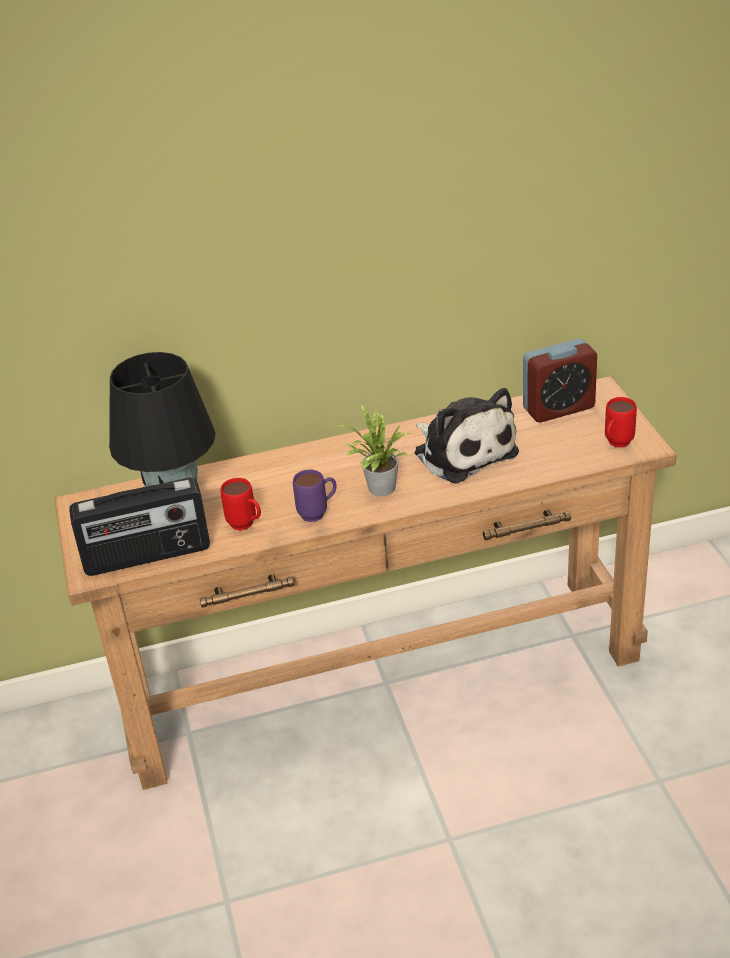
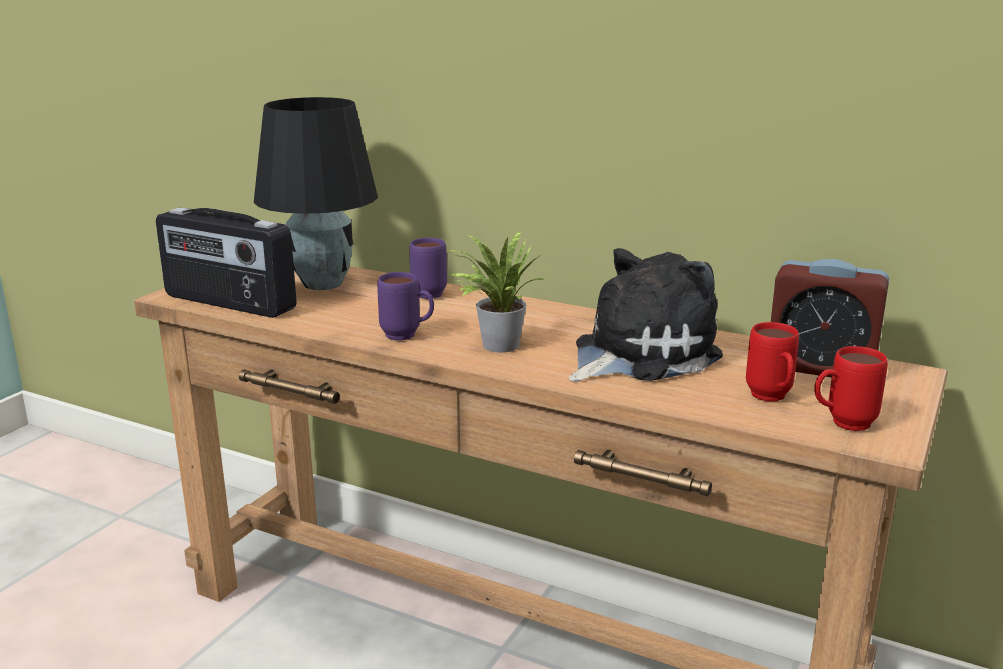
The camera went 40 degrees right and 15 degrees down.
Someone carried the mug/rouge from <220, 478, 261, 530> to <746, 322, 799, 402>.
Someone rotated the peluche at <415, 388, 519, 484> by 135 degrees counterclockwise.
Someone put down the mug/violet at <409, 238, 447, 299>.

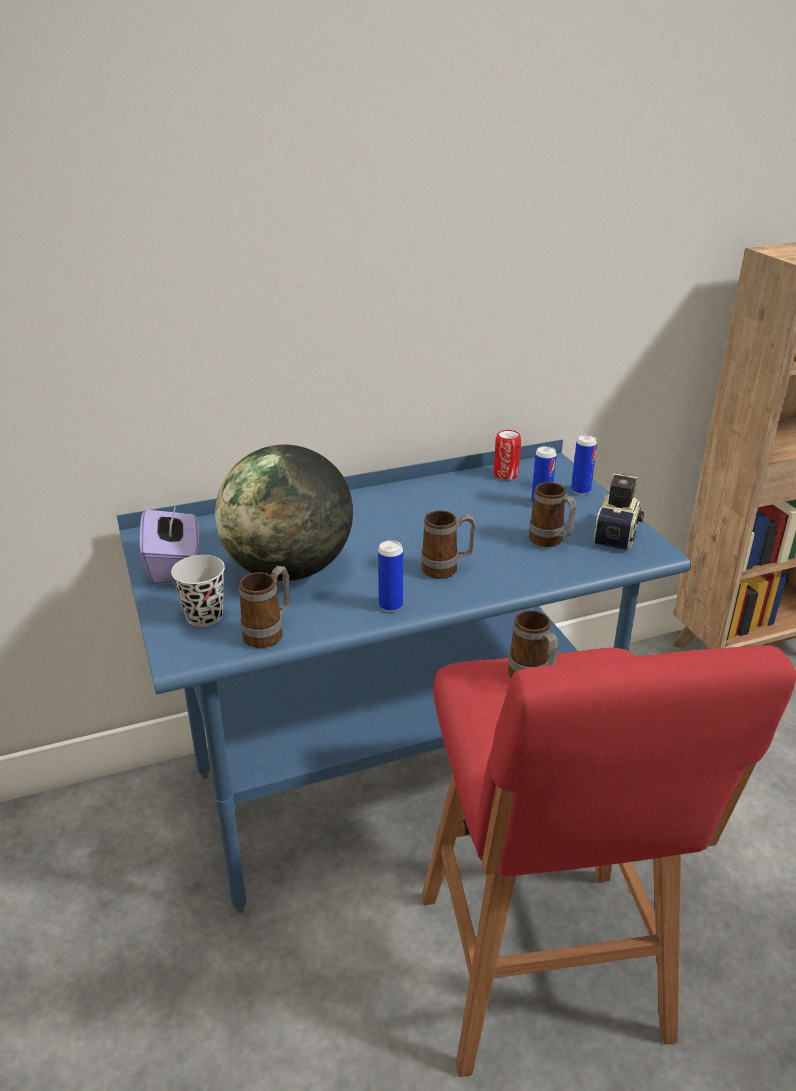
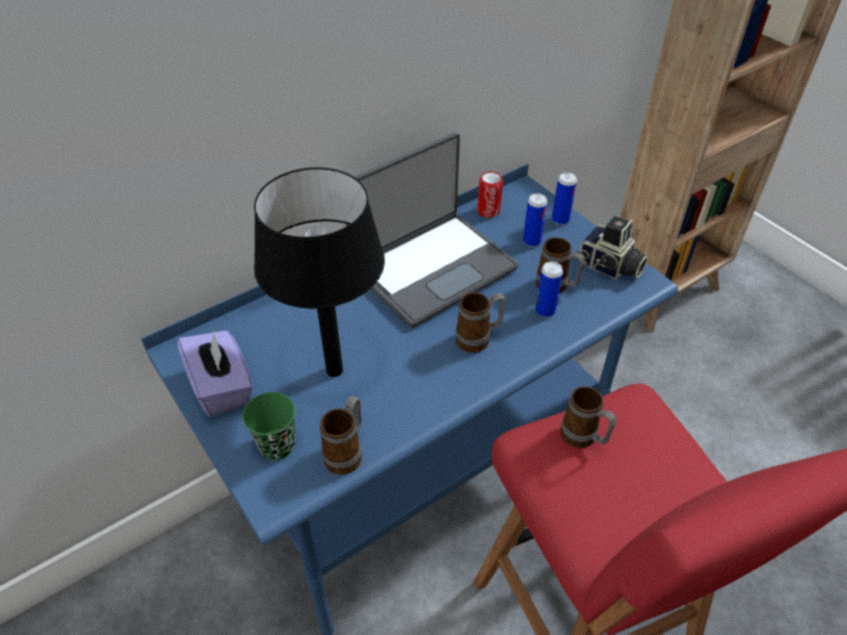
The camera went 15 degrees left and 15 degrees up.
Someone repainted the tasse/noir at <171, 555, 225, 627>, which became the tasse/vert at <243, 392, 295, 460>.
Someone swapped the globe at <215, 445, 353, 581> for the lampe de table/noir at <254, 167, 385, 377>.
Someone carried the boîte métallique from <378, 540, 403, 612> to <535, 261, 563, 317>.
Someone rotated the appareil photo at <593, 473, 644, 550> by 120 degrees clockwise.
Someone put down the ordinateur portable at <346, 133, 519, 328>.

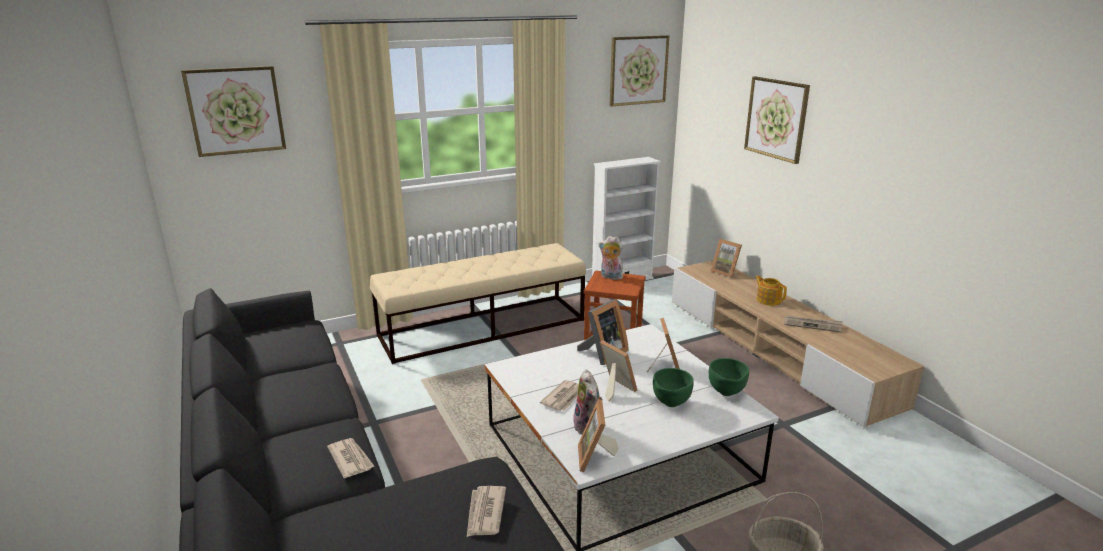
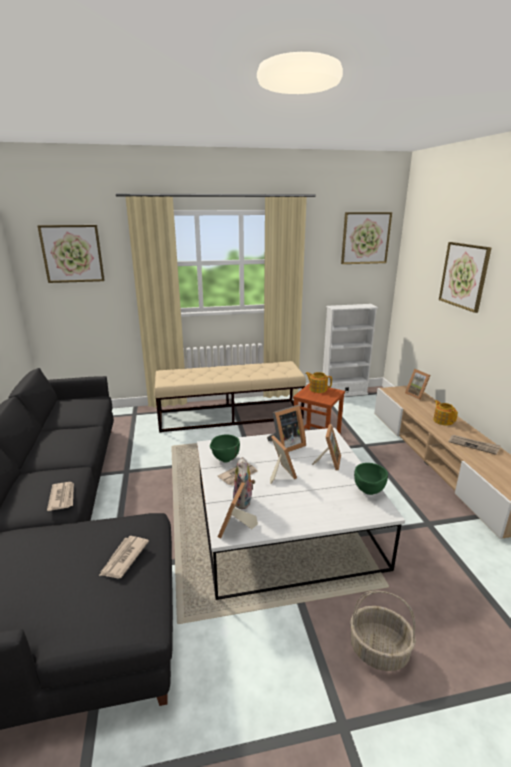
The camera went 15 degrees right and 0 degrees up.
Someone swapped the peluche at <598, 236, 623, 280> for the théière at <305, 372, 332, 393>.
Someone carried the bol/vert from <653, 368, 694, 407> to <210, 434, 240, 462>.

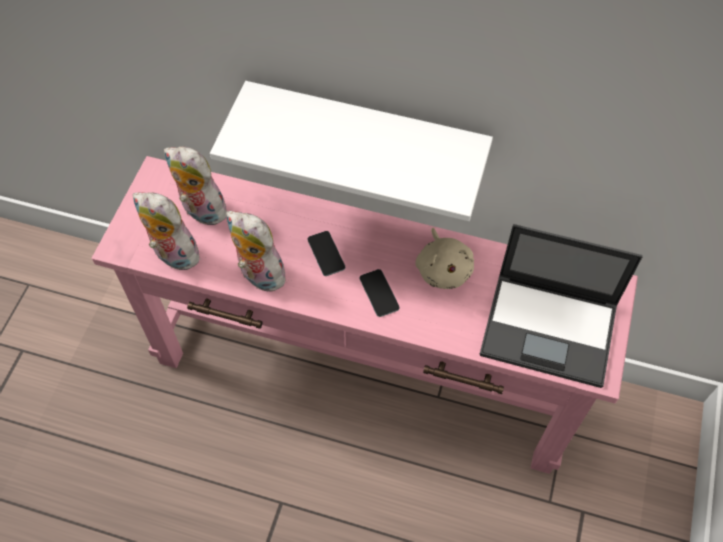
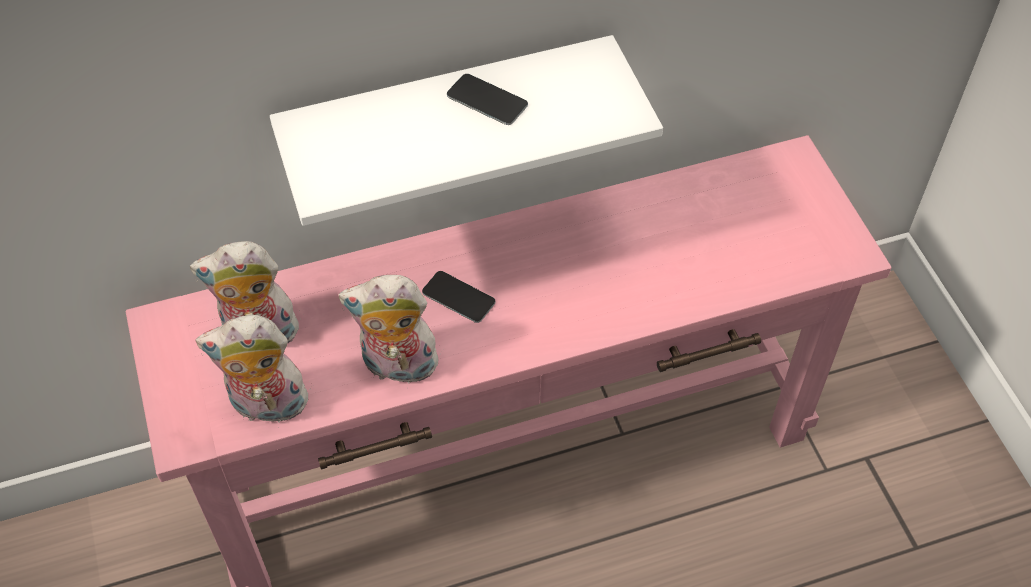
The camera went 35 degrees left and 5 degrees down.
Someone carried the téléphone from <360, 269, 400, 317> to <447, 74, 528, 125>.
Someone took away the peluche/beige at <416, 228, 474, 289>.
Someone took away the ordinateur portable at <480, 224, 643, 388>.

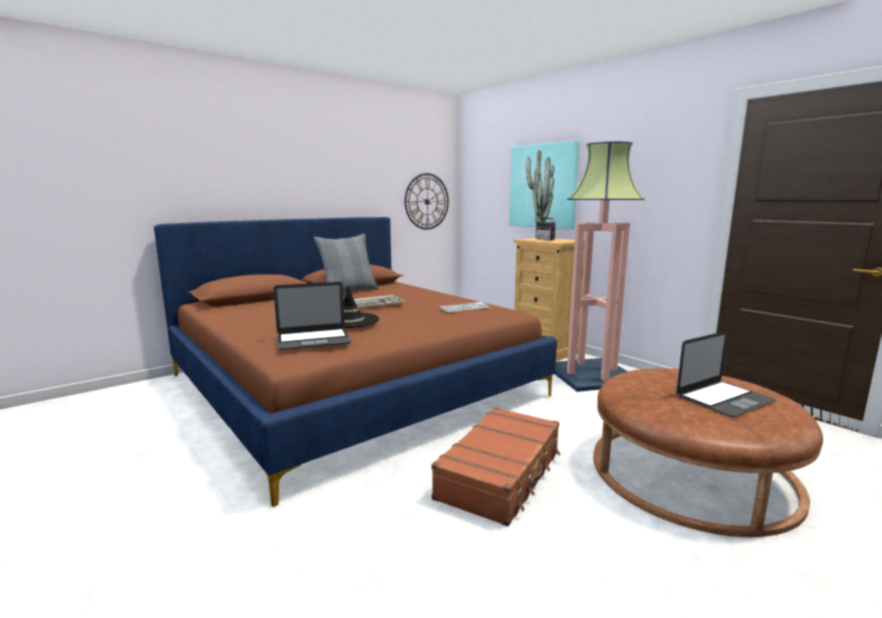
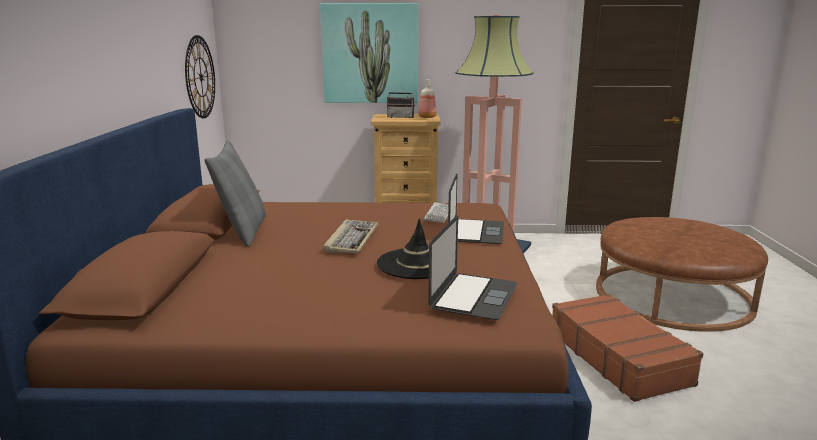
The camera went 50 degrees left and 5 degrees up.
Someone carried the ordinateur portable from <677, 331, 776, 417> to <448, 174, 504, 244>.
Someone put down the bouteille at <418, 79, 437, 118>.

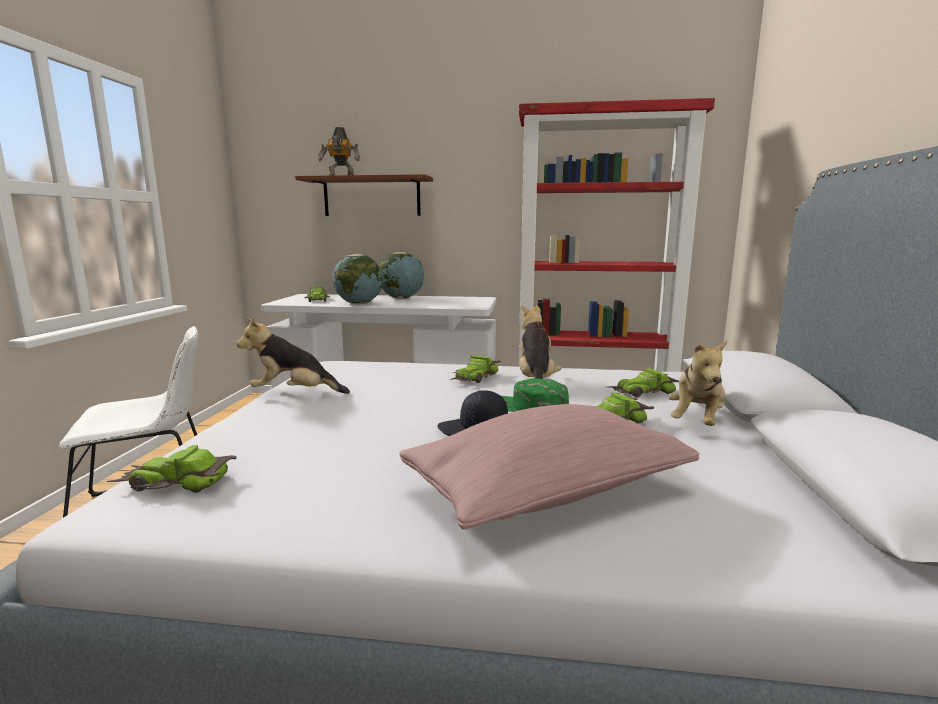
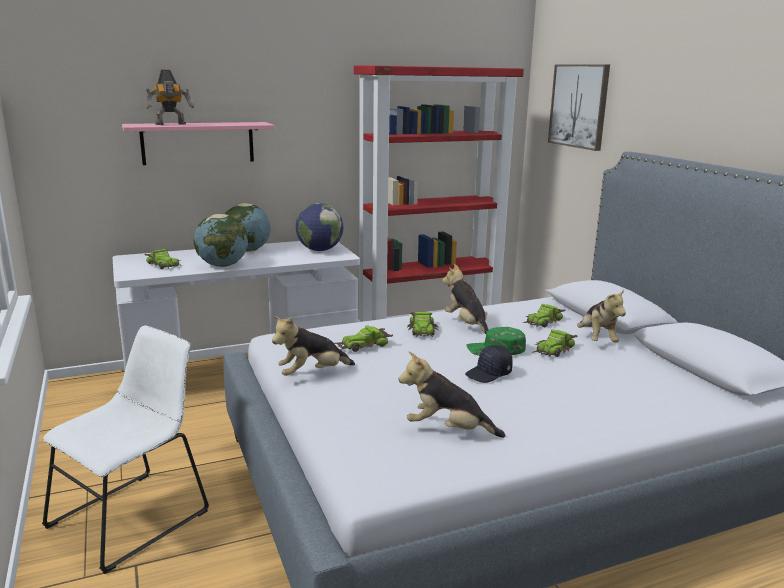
The camera went 30 degrees left and 5 degrees up.
Someone carried the petite voiture from <107, 445, 237, 493> to <334, 326, 393, 352>.
Someone repainted the étagère/marron at <295, 174, 433, 216>, which became the étagère/rose at <122, 122, 275, 165>.
Someone took away the coussin/rose at <400, 404, 699, 530>.
Someone put down the globe at <296, 203, 343, 251>.
Someone put down the peluche at <398, 352, 505, 438>.
Someone put up the tableau at <548, 64, 610, 151>.

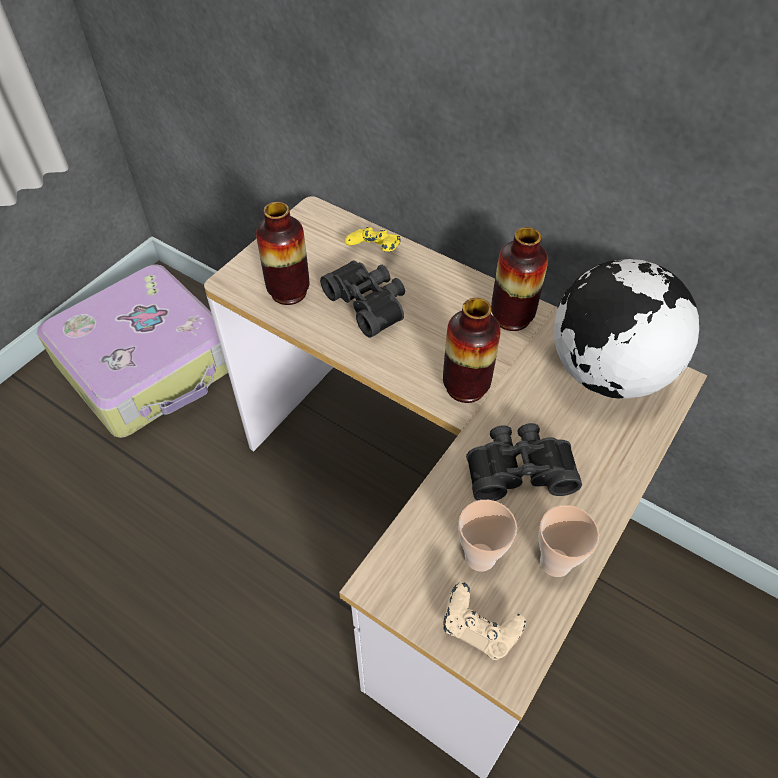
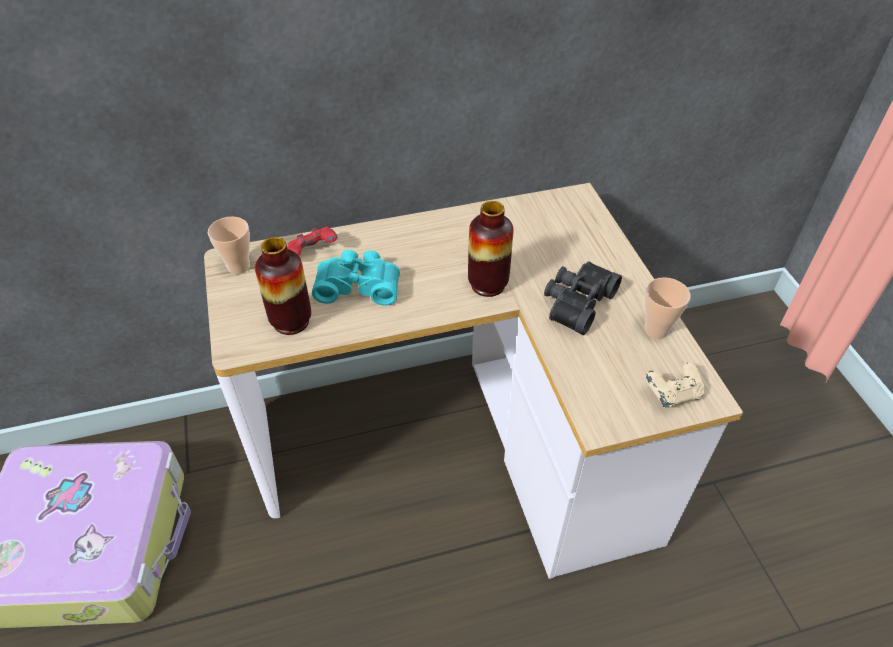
The camera went 50 degrees left and 5 degrees down.
Someone repainted the jumelles/noir at <320, 260, 405, 338>, which became the jumelles/turquoise at <312, 250, 400, 306>.
Someone repainted the manette/jaune at <345, 227, 401, 252>, which became the manette/rouge at <288, 226, 338, 256>.
Someone carried the tasse from <458, 500, 517, 572> to <208, 217, 250, 274>.
Someone took away the vase at <491, 227, 548, 331>.
Someone took away the globe at <554, 259, 699, 399>.

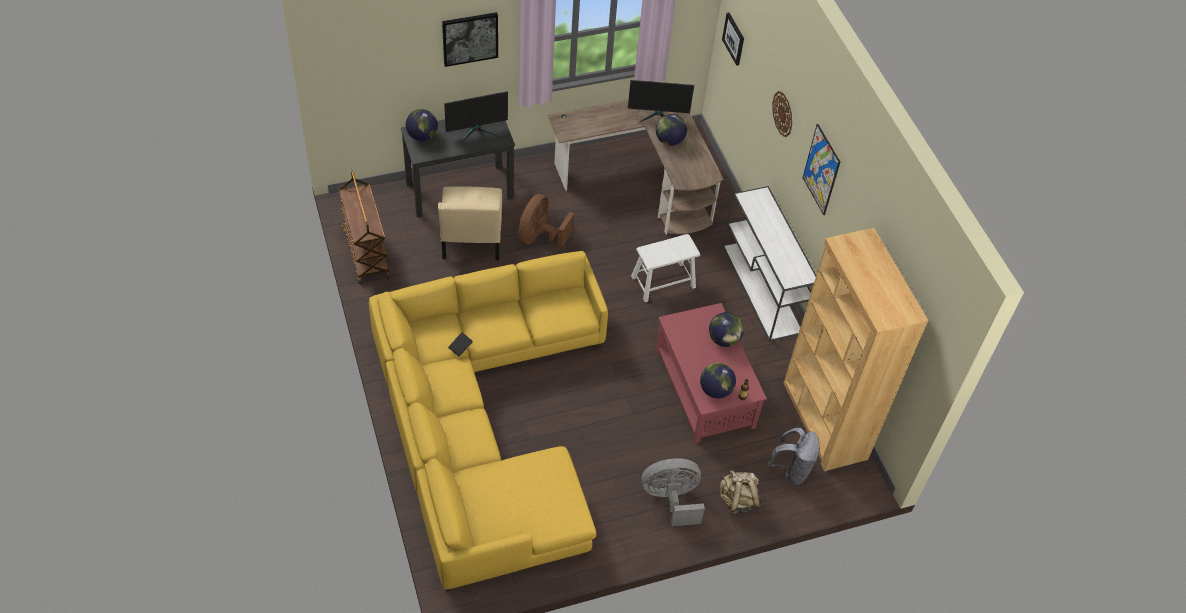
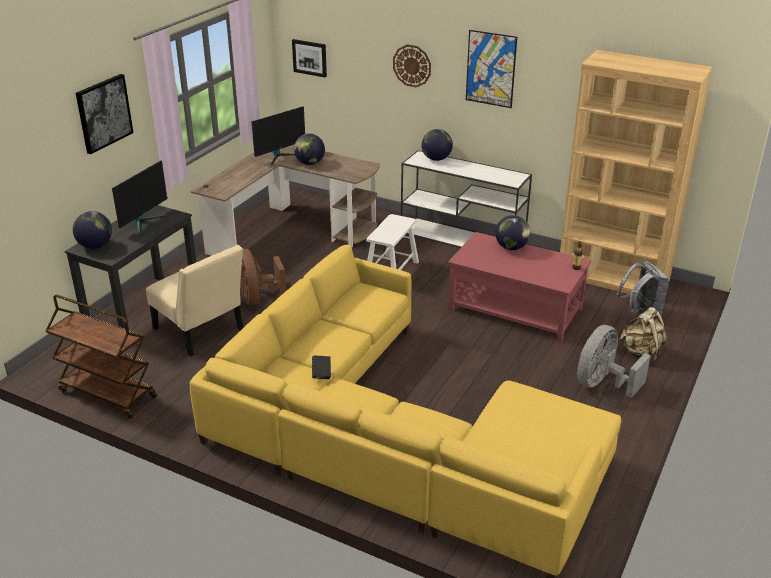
The camera went 40 degrees left and 20 degrees down.
Someone carried the globe from <700, 363, 736, 398> to <421, 129, 453, 161>.

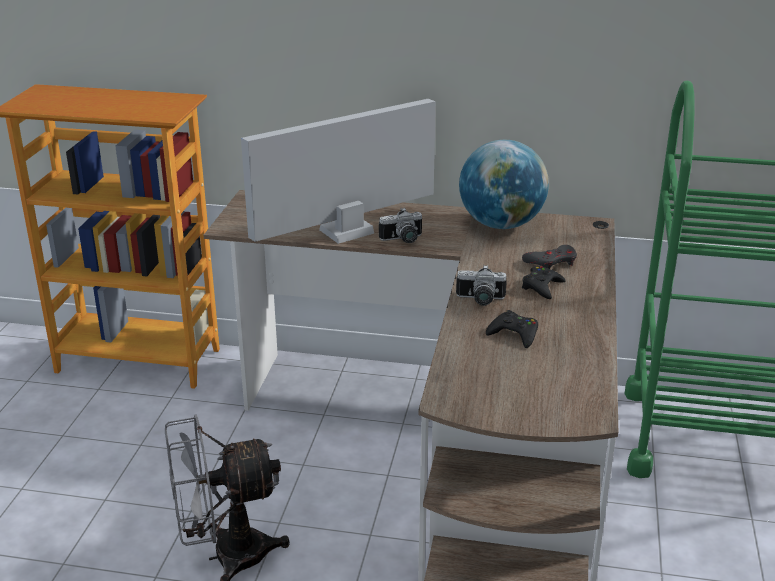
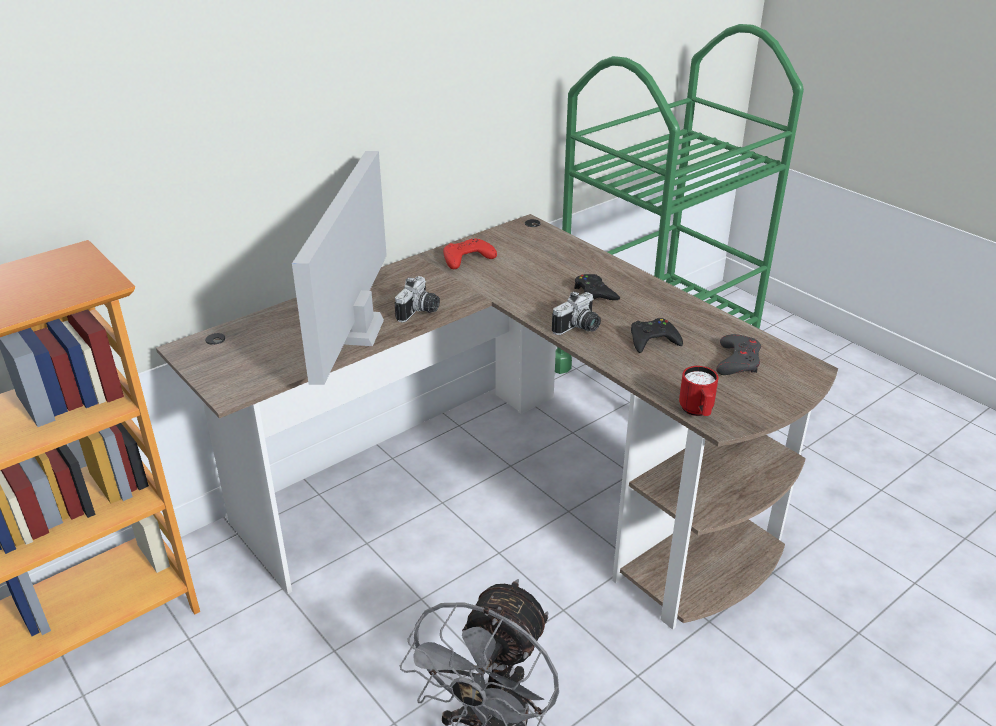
The camera went 50 degrees left and 5 degrees up.
Someone swapped the globe at <459, 140, 549, 229> for the manette/rouge at <443, 239, 497, 269>.
Someone carried the manette/gris from <522, 245, 577, 269> to <716, 334, 761, 375>.
Someone put down the mug/rouge at <679, 366, 718, 416>.

